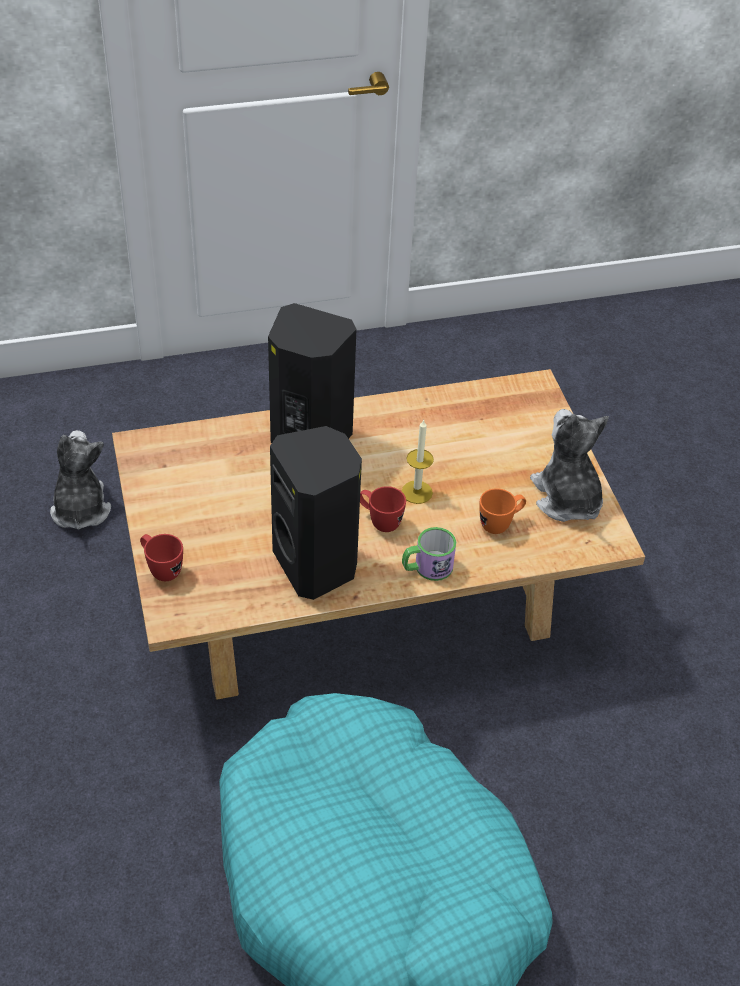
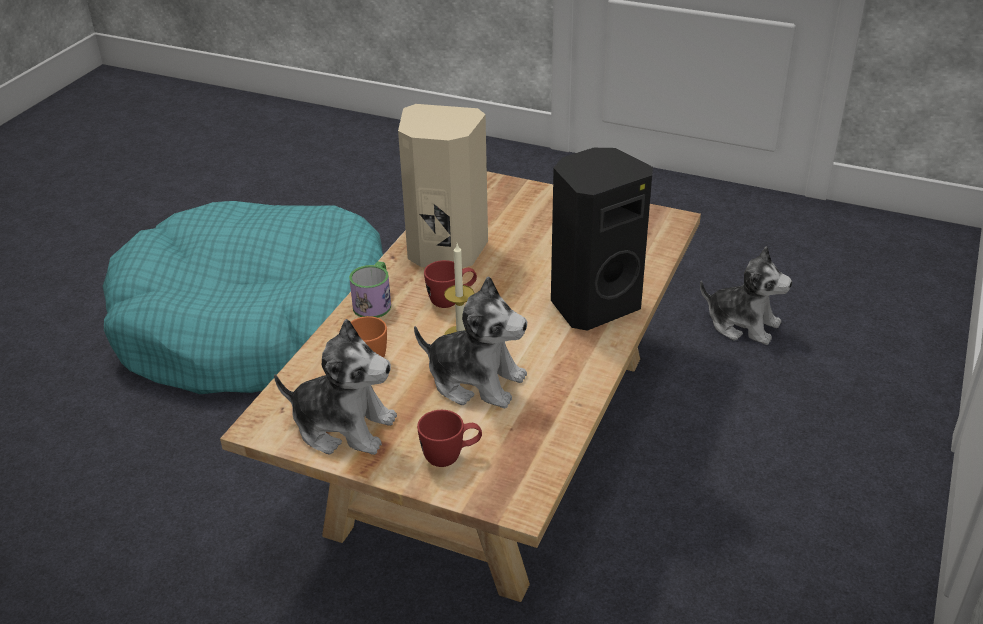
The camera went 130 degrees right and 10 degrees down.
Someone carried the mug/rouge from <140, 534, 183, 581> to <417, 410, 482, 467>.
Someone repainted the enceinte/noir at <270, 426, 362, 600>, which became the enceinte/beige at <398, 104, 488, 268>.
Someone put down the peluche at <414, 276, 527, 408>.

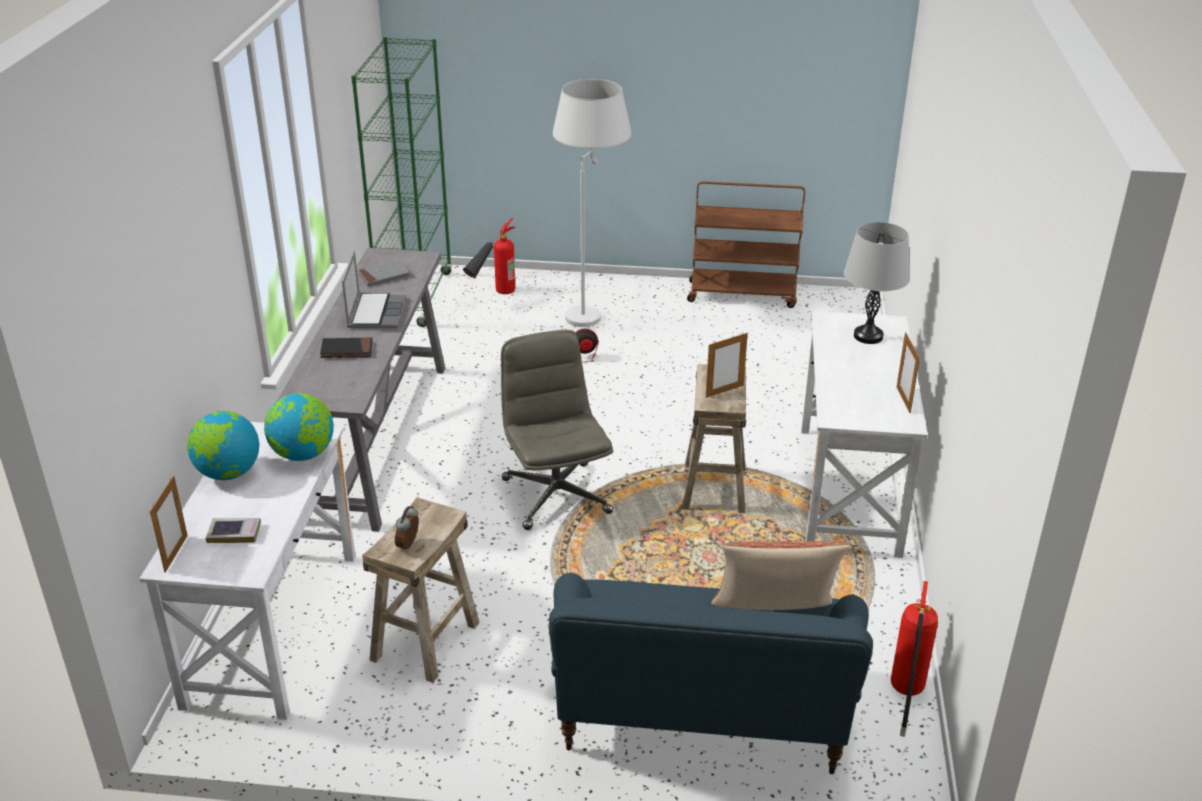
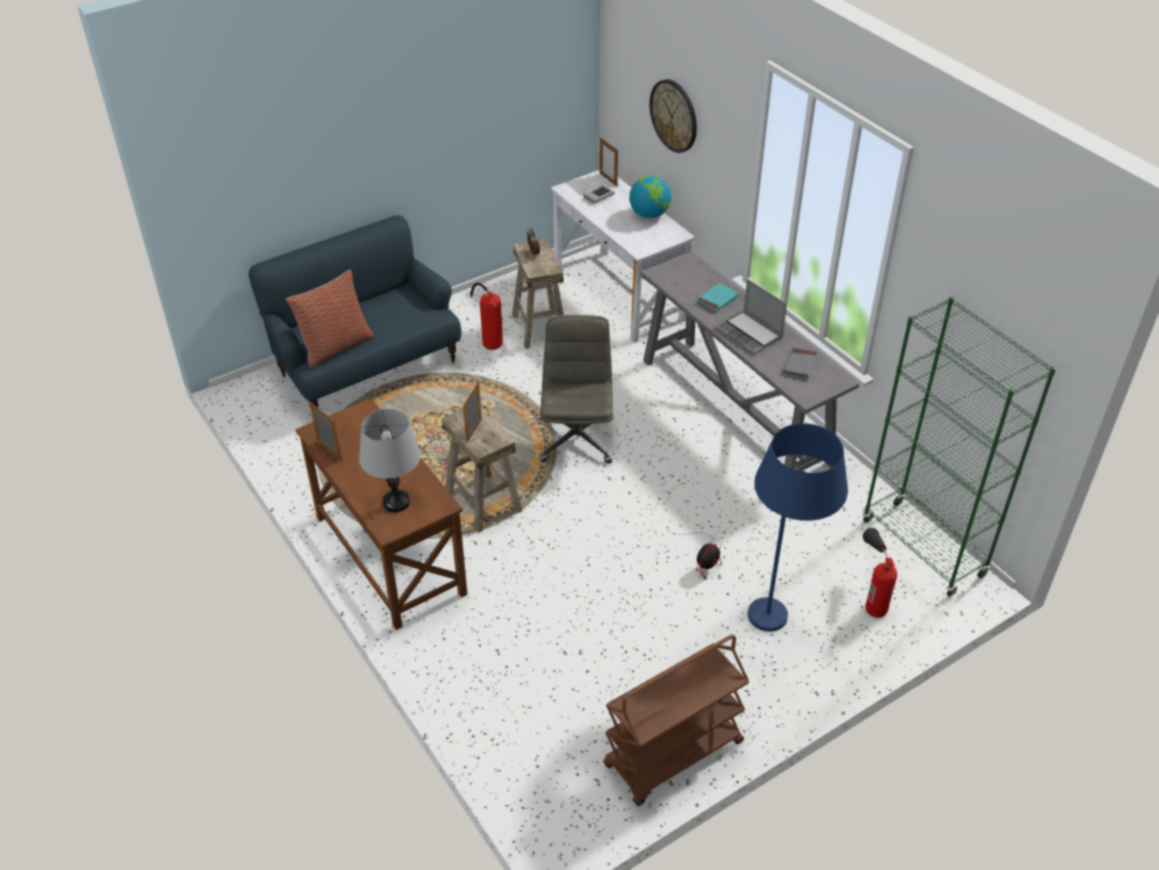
The camera went 140 degrees right and 10 degrees up.
Someone took away the globe at <264, 393, 334, 461>.
Someone repainted the livre/noir at <320, 337, 372, 358>, which became the livre/turquoise at <696, 283, 739, 313>.
Someone rotated the chaise de bureau/gris at <501, 330, 613, 530> by 120 degrees counterclockwise.
Someone repainted the lampadaire/blanc at <553, 79, 631, 327>, which became the lampadaire/bleu at <748, 423, 848, 632>.
Someone repainted the bureau/blanc at <801, 311, 928, 558>, which became the bureau/marron at <295, 398, 467, 630>.
Someone carried the extincteur from <891, 581, 938, 737> to <470, 283, 503, 350>.
Someone put up the horloge murale at <650, 79, 697, 153>.

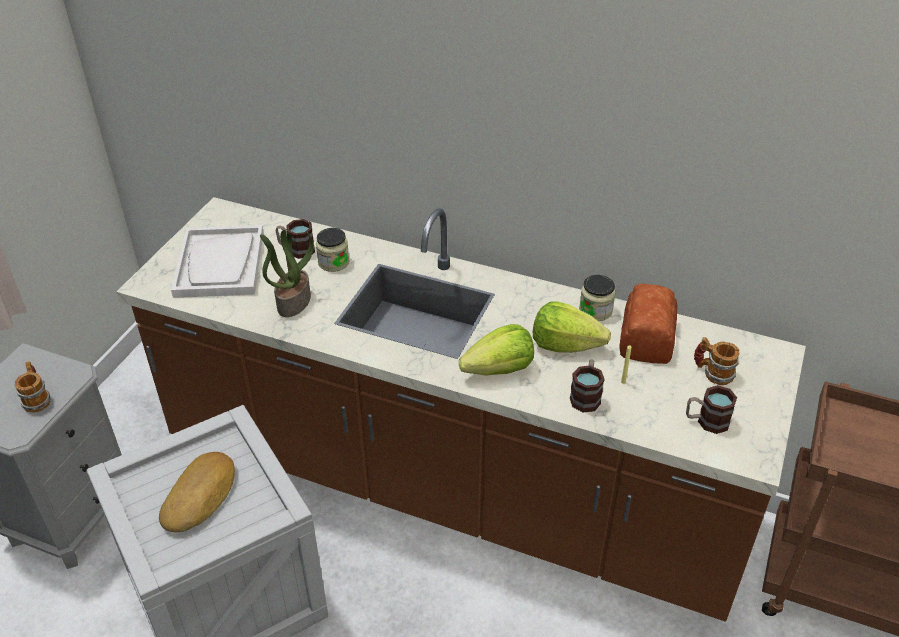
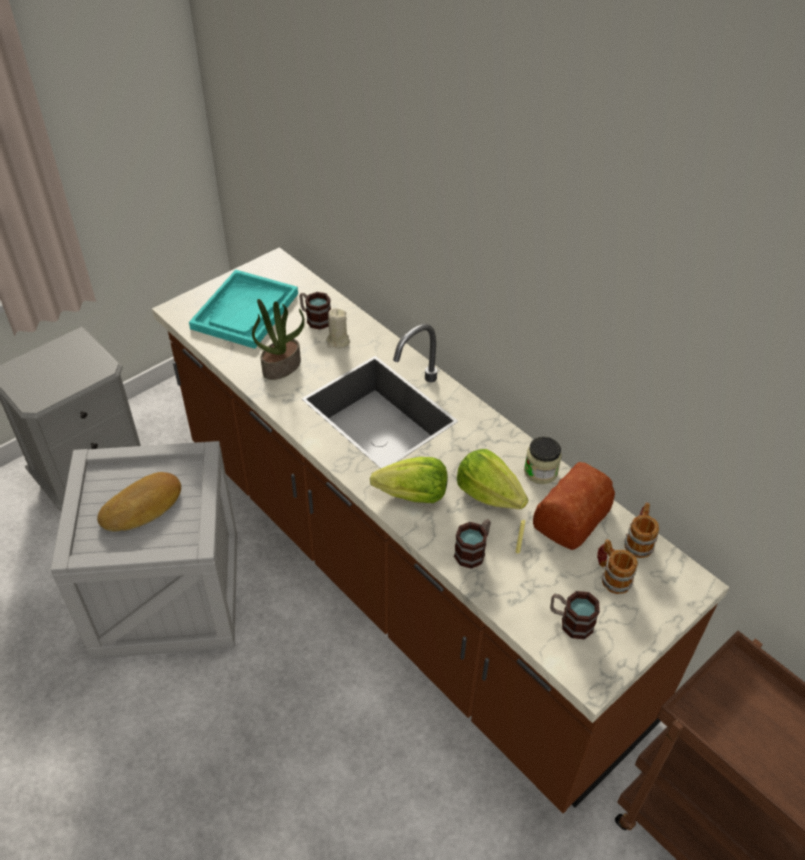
The camera went 25 degrees right and 5 degrees up.
Someone carried the mug from <15, 361, 51, 413> to <624, 503, 659, 558>.
Someone repainted the plateau/blanc at <171, 225, 264, 298>, which became the plateau/turquoise at <189, 269, 298, 349>.
Someone swapped the bocal at <316, 228, 350, 272> for the bougie/beige at <326, 308, 350, 349>.

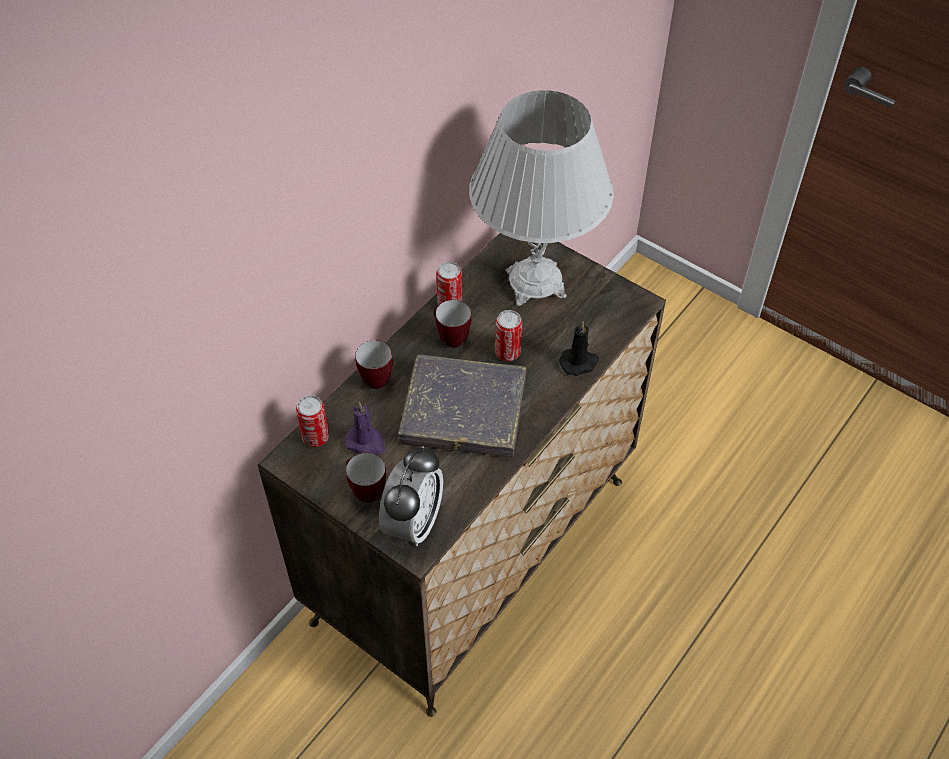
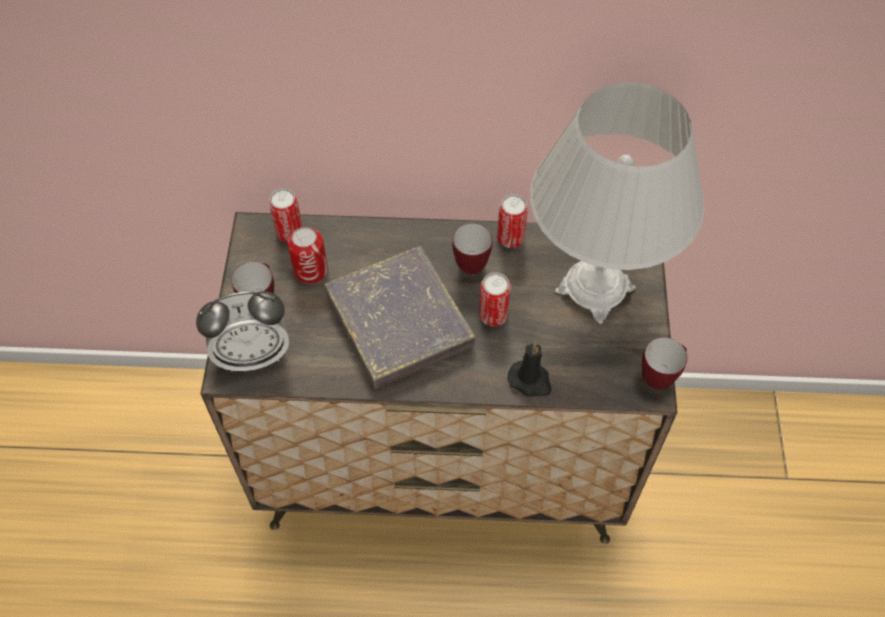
The camera went 55 degrees right and 5 degrees up.
Someone swapped the bougie/violet at <345, 401, 385, 455> for the boîte métallique at <288, 227, 328, 284>.
Someone carried the mug from <355, 340, 393, 389> to <642, 337, 687, 390>.

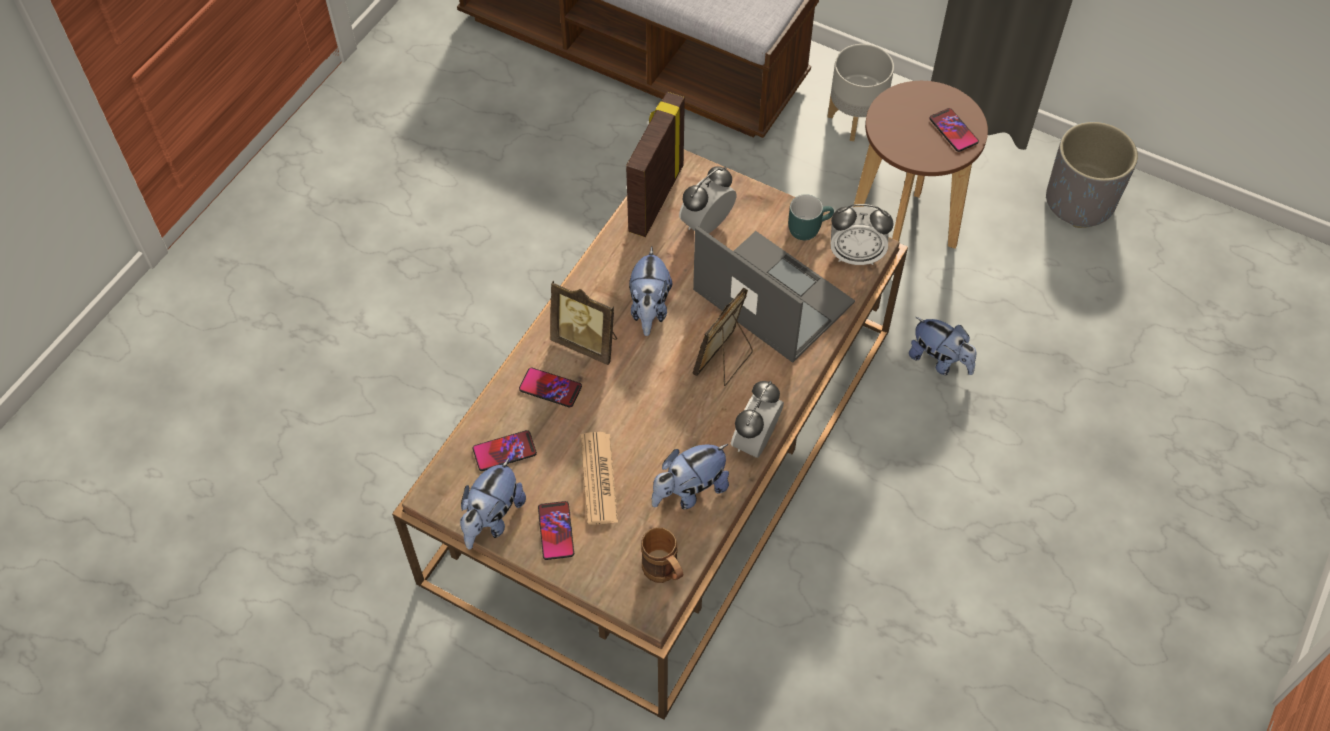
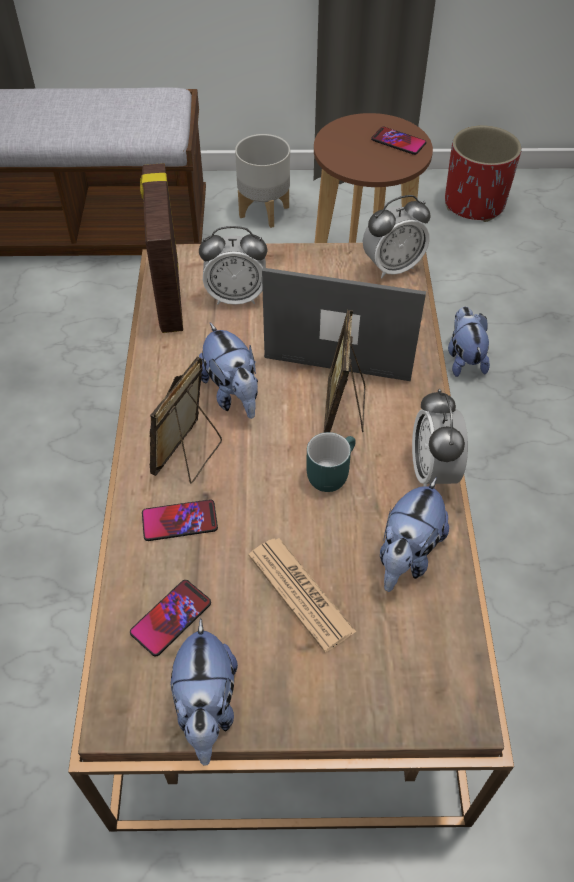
The camera went 30 degrees left and 5 degrees down.
Someone took away the téléphone at <538, 501, 574, 560>.
Someone rotated the cadre photo at <550, 280, 617, 365> by 120 degrees clockwise.
Someone took away the mug/marron at <641, 527, 683, 583>.
Someone rotated the réveil at <679, 167, 736, 234> by 105 degrees counterclockwise.
Someone carried the mug/turquoise from <788, 194, 834, 240> to <306, 432, 356, 492>.
Someone rotated the peluche at <909, 317, 976, 375> by 105 degrees counterclockwise.
Someone repainted the cache-pot/gris at <1046, 122, 1138, 228>, which became the cache-pot/rouge at <445, 125, 522, 222>.

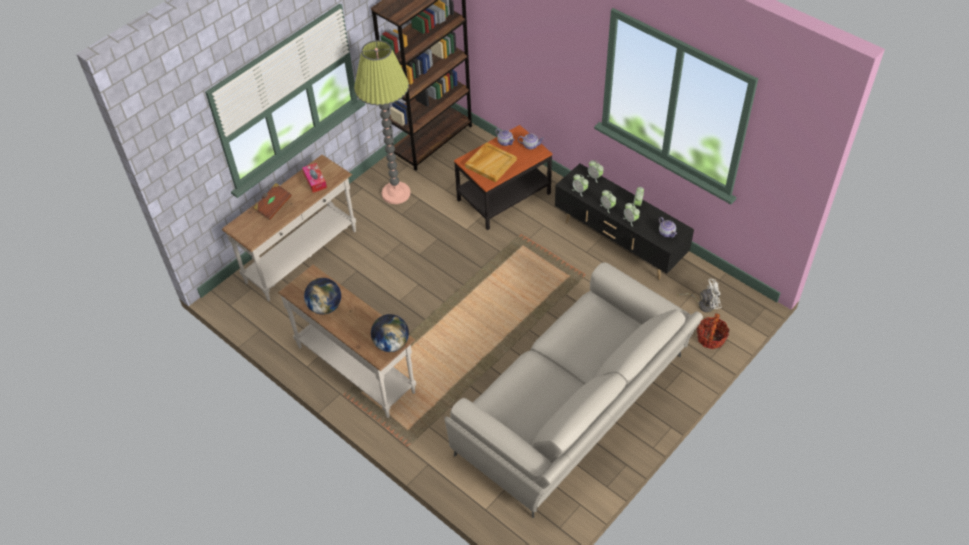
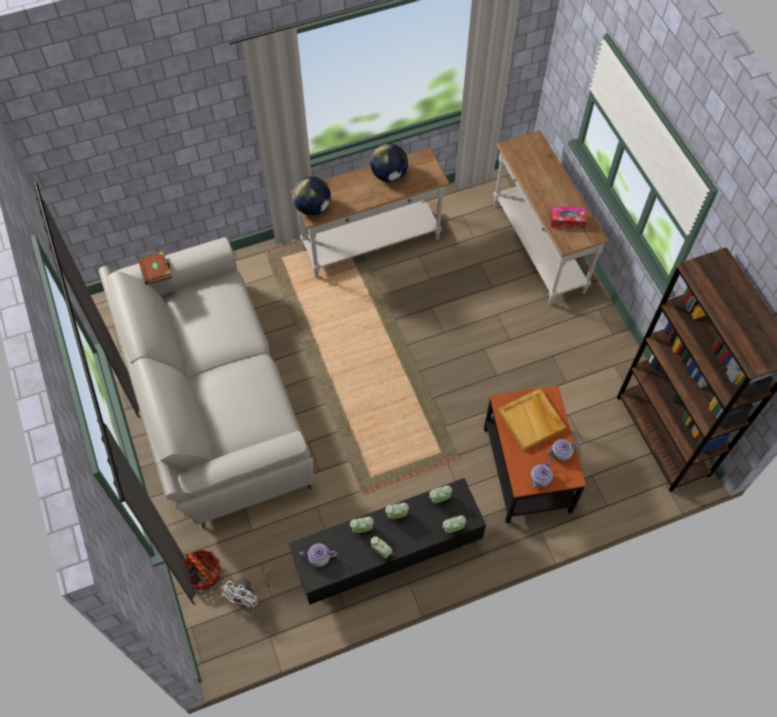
The camera went 115 degrees right and 10 degrees up.
Someone carried the livre/marron from <253, 183, 292, 220> to <138, 251, 172, 285>.
Someone took away the lampadaire at <354, 40, 411, 204>.

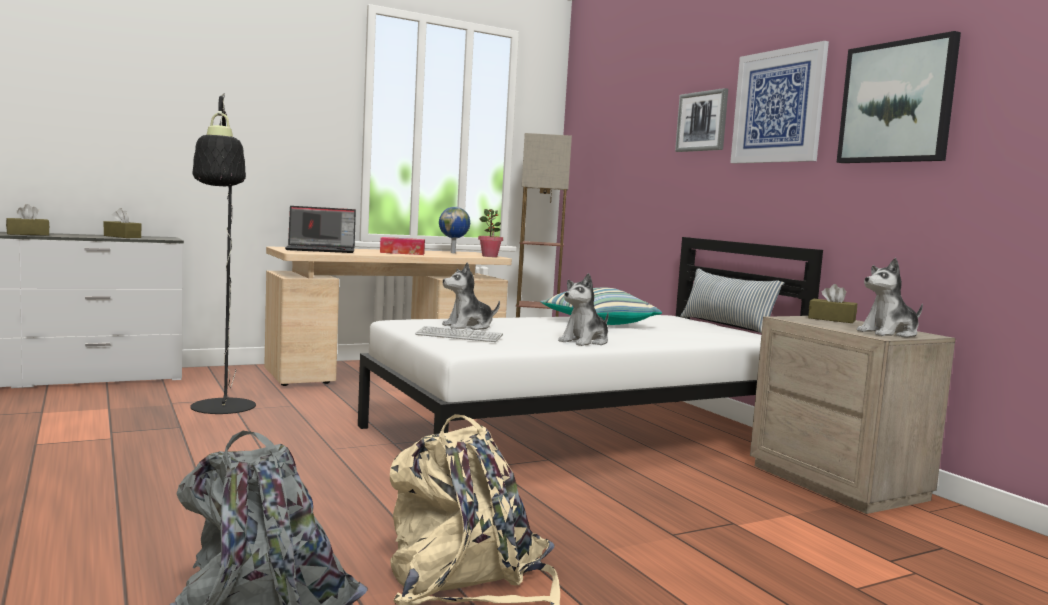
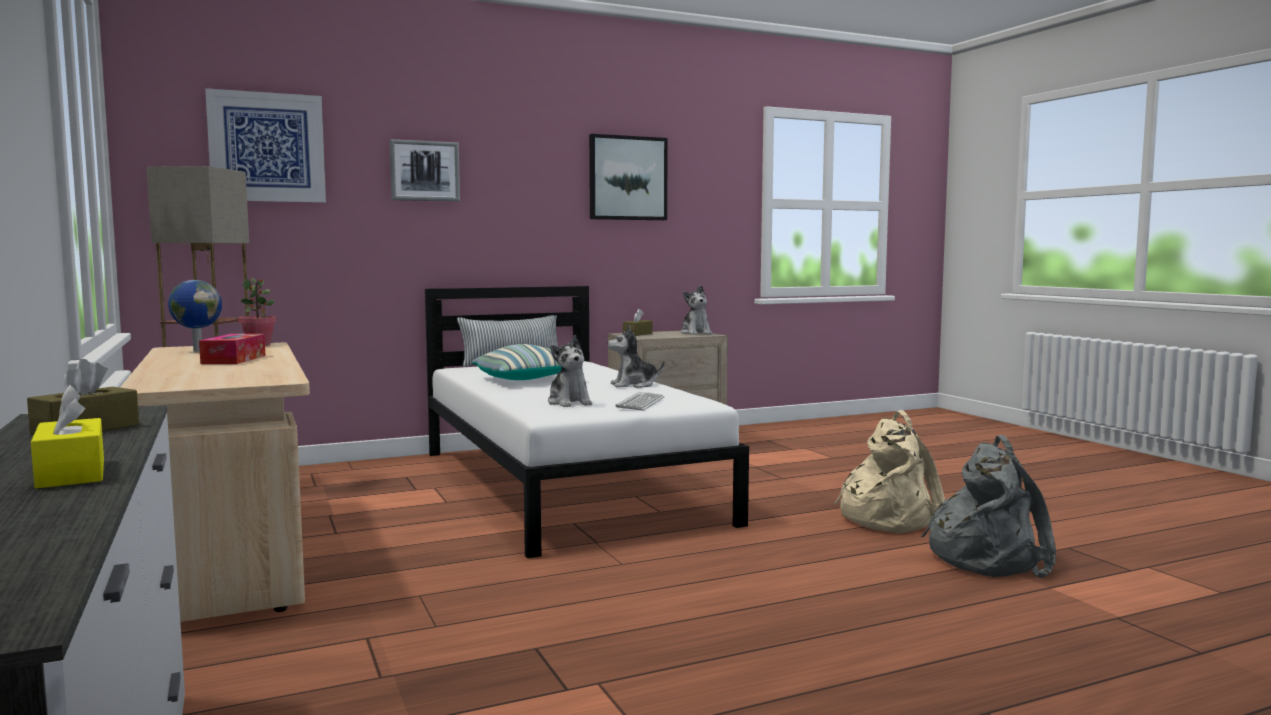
The camera went 85 degrees left and 0 degrees up.
Someone repainted the boîte à mouchoirs/marron at <6, 204, 50, 236>, which became the boîte à mouchoirs/jaune at <31, 385, 104, 488>.
Someone took away the lampadaire/noir at <190, 94, 256, 414>.
Someone took away the ordinateur portable at <285, 206, 356, 253>.
Someone rotated the peluche at <558, 273, 609, 346> by 120 degrees clockwise.
Someone carried the tableau from <730, 41, 829, 163> to <205, 88, 326, 203>.

